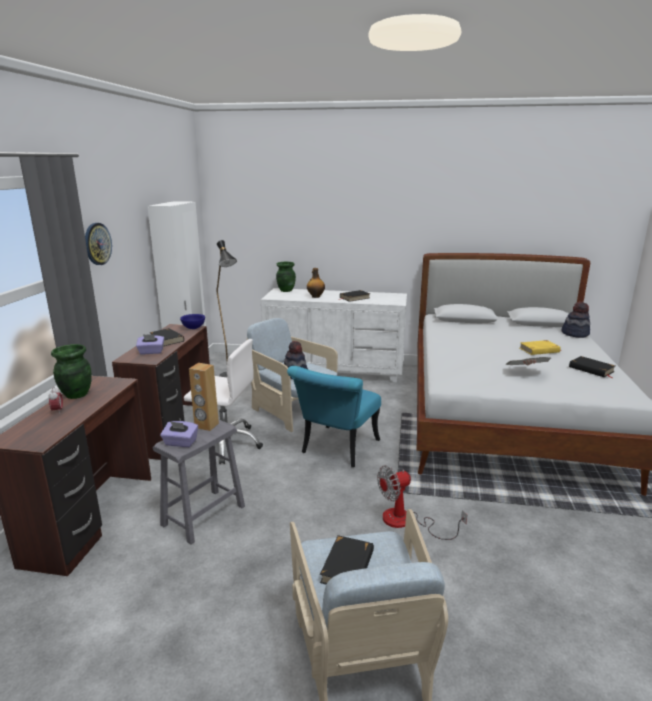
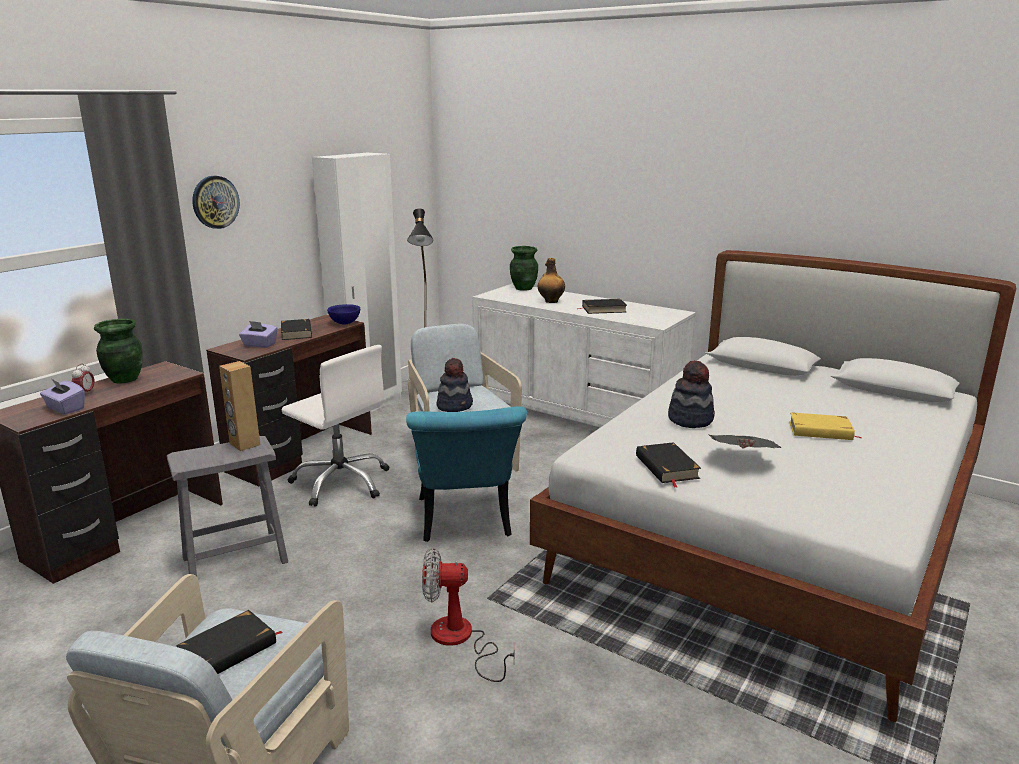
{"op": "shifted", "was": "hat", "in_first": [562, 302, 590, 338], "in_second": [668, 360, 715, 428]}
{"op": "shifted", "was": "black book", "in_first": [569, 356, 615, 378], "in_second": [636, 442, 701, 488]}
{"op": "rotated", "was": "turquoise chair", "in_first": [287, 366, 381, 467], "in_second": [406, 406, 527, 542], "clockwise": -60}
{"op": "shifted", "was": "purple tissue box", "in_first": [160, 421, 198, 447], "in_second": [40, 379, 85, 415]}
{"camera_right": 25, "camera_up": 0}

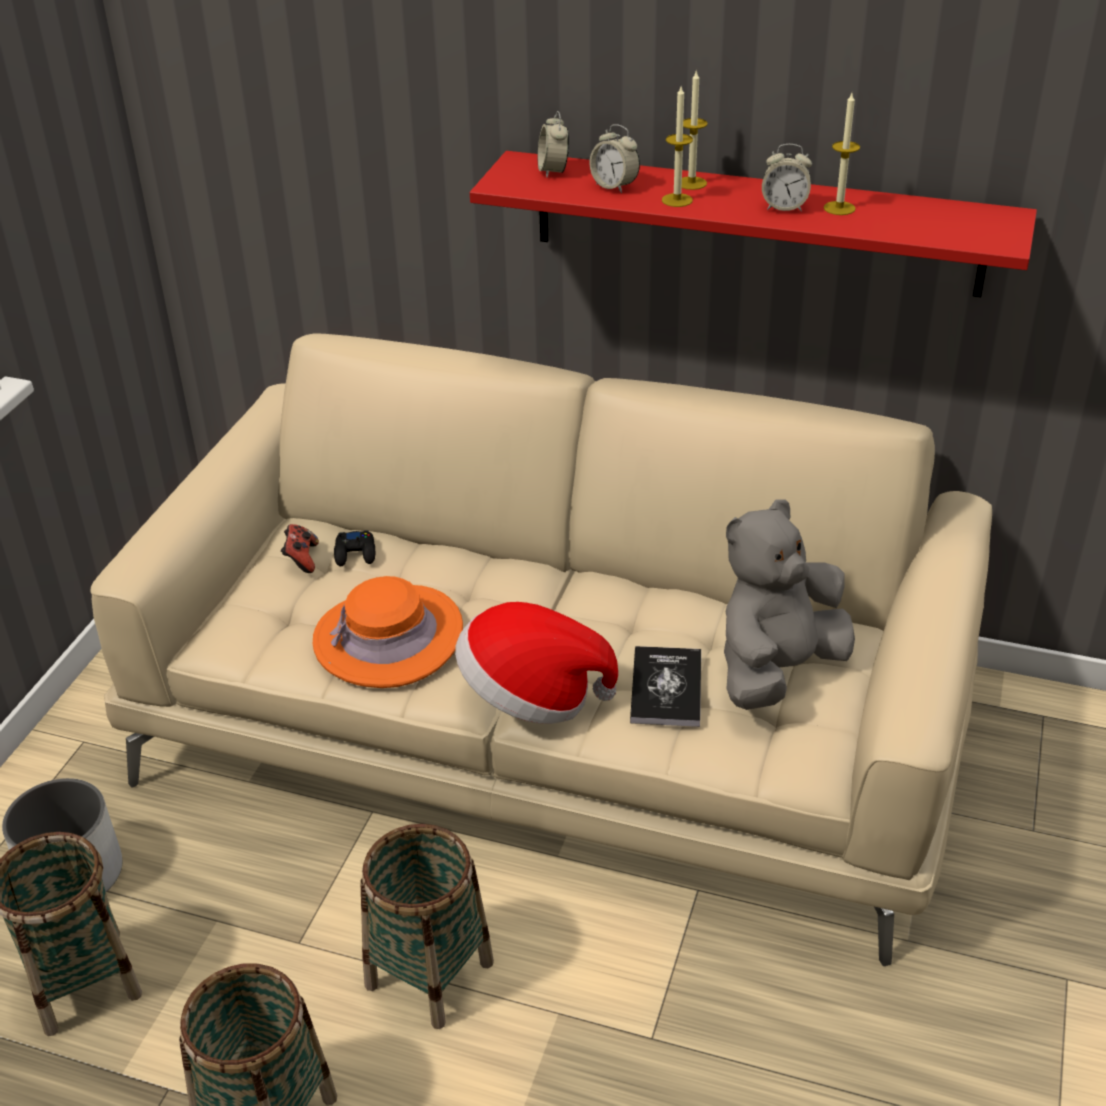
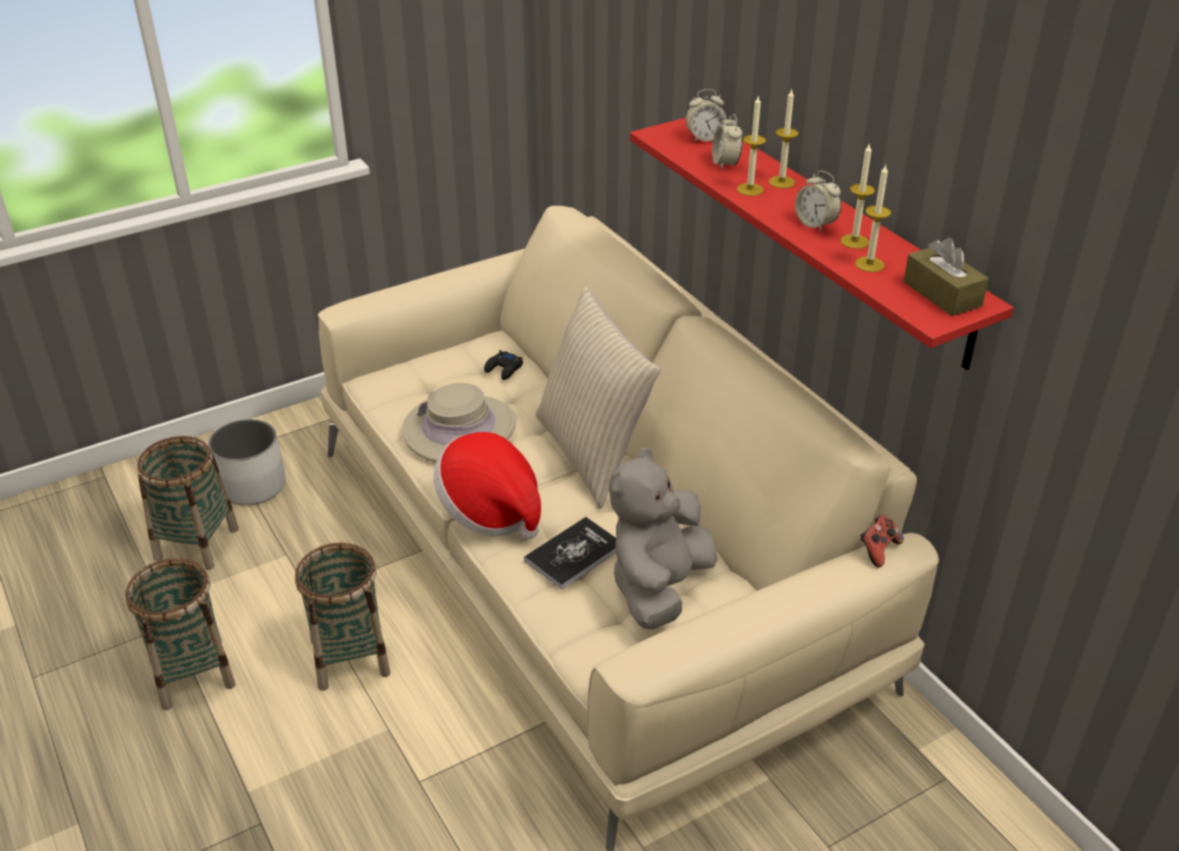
{"op": "rotated", "was": "alarm clock", "in_first": [538, 111, 569, 178], "in_second": [686, 89, 727, 143], "clockwise": -135}
{"op": "rotated", "was": "grey plush toy", "in_first": [724, 499, 855, 710], "in_second": [609, 447, 717, 630], "clockwise": -60}
{"op": "shifted", "was": "game controller", "in_first": [281, 524, 319, 573], "in_second": [860, 515, 904, 568]}
{"op": "repainted", "was": "orange hat", "now": "beige hat", "in_first": [313, 576, 463, 688], "in_second": [402, 383, 516, 462]}
{"op": "new", "now": "candle", "in_second": [855, 164, 891, 272]}
{"op": "new", "now": "brown tissue box", "in_second": [903, 238, 989, 316]}
{"op": "new", "now": "beige pillow", "in_second": [536, 286, 660, 508]}
{"camera_right": 40, "camera_up": 0}

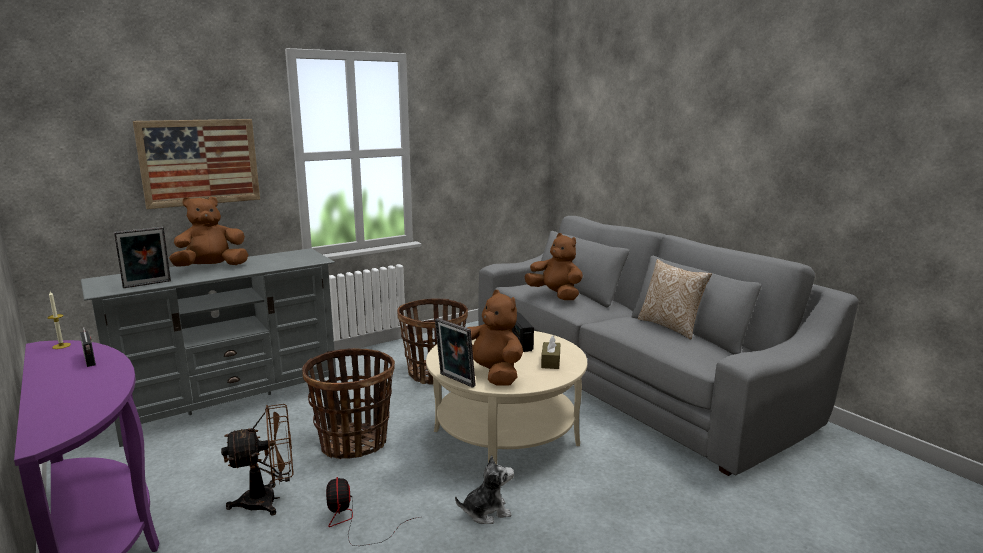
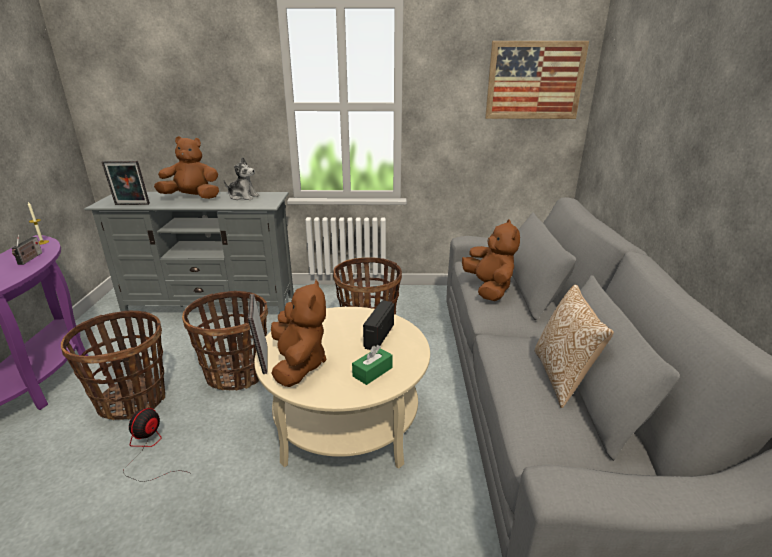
{"op": "shifted", "was": "picture", "in_first": [133, 119, 260, 209], "in_second": [485, 41, 589, 119]}
{"op": "repainted", "was": "brown tissue box", "now": "green tissue box", "in_first": [541, 336, 560, 369], "in_second": [352, 345, 392, 385]}
{"op": "swapped", "was": "brown fan", "now": "basket", "in_first": [221, 404, 293, 515], "in_second": [61, 311, 165, 420]}
{"op": "shifted", "was": "plush toy", "in_first": [455, 455, 514, 524], "in_second": [224, 157, 260, 200]}
{"camera_right": 35, "camera_up": 10}

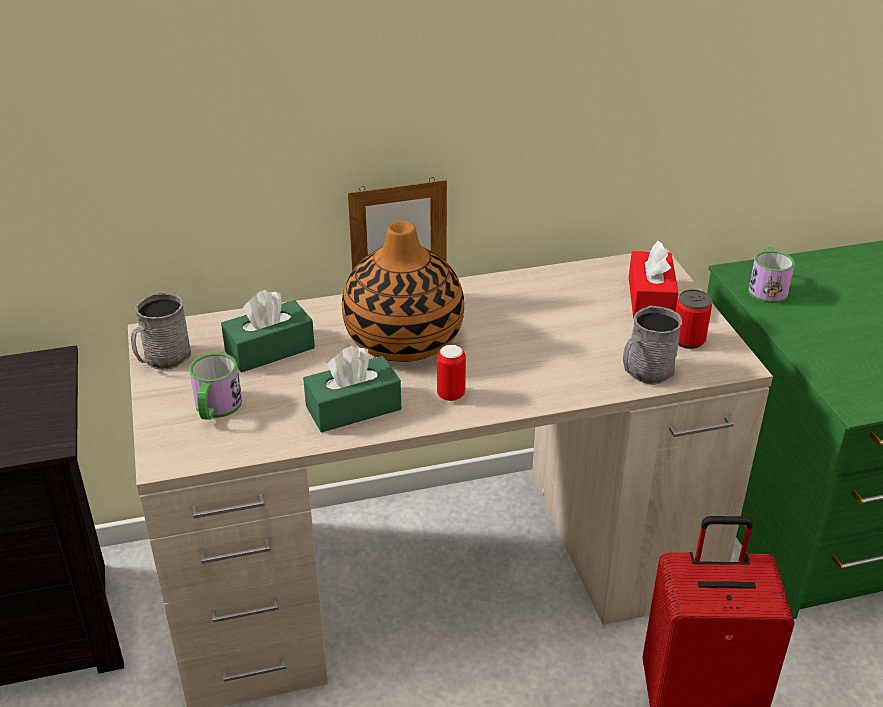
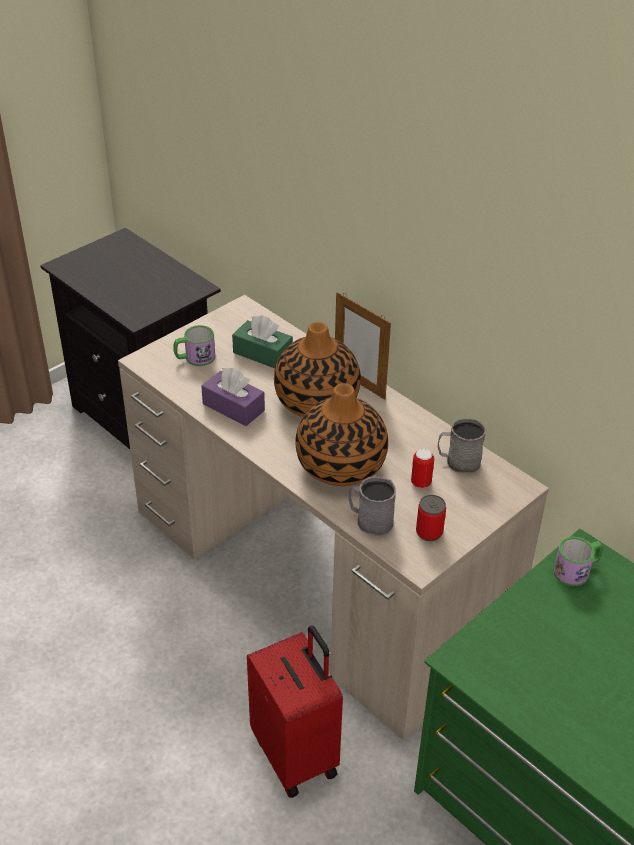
{"op": "gone", "was": "red tissue box", "in_first": [629, 241, 679, 318]}
{"op": "shifted", "was": "grey mug", "in_first": [131, 293, 191, 370], "in_second": [438, 418, 486, 473]}
{"op": "shifted", "was": "can", "in_first": [437, 345, 466, 401], "in_second": [411, 449, 434, 488]}
{"op": "repainted", "was": "green tissue box", "now": "purple tissue box", "in_first": [303, 346, 401, 432], "in_second": [201, 368, 265, 426]}
{"op": "new", "now": "vase", "in_second": [295, 383, 388, 486]}
{"camera_right": 60, "camera_up": 5}

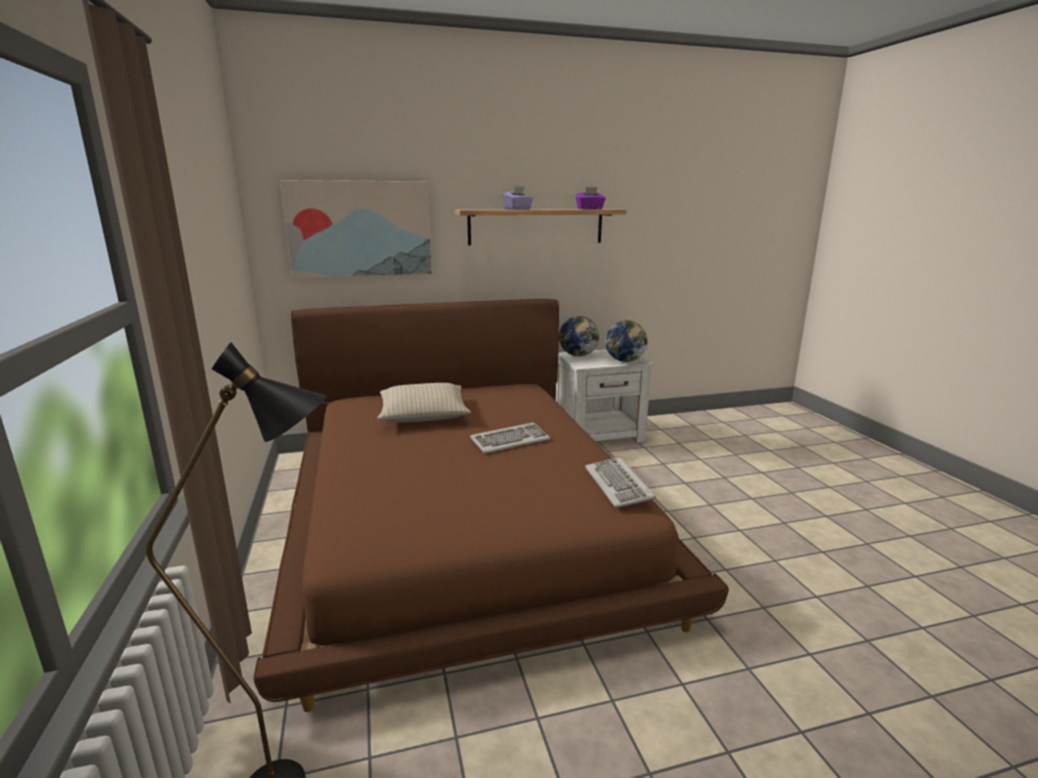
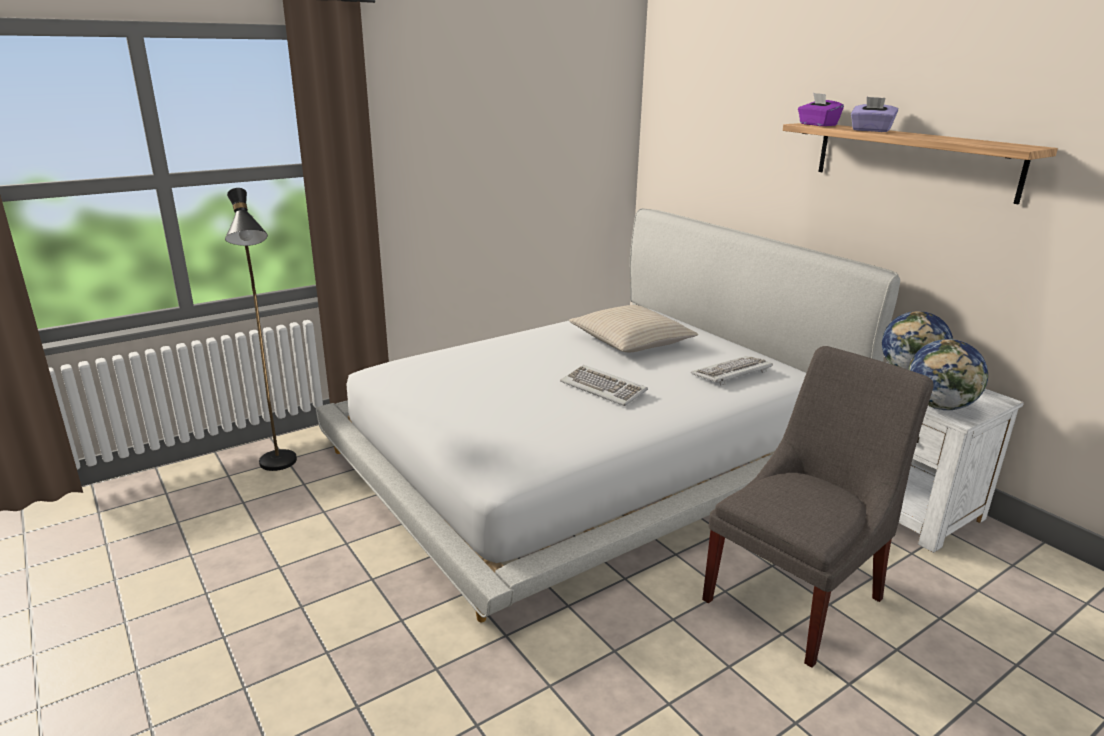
{"op": "gone", "was": "picture", "in_first": [280, 180, 432, 278]}
{"op": "shifted", "was": "purple tissue box", "in_first": [576, 187, 606, 209], "in_second": [798, 93, 844, 126]}
{"op": "repainted", "was": "brown bed", "now": "white bed", "in_first": [253, 299, 729, 712], "in_second": [316, 208, 900, 622]}
{"op": "shifted", "was": "keyboard", "in_first": [585, 458, 656, 508], "in_second": [691, 356, 773, 385]}
{"op": "new", "now": "grey chair", "in_second": [702, 346, 934, 668]}
{"camera_right": 70, "camera_up": 5}

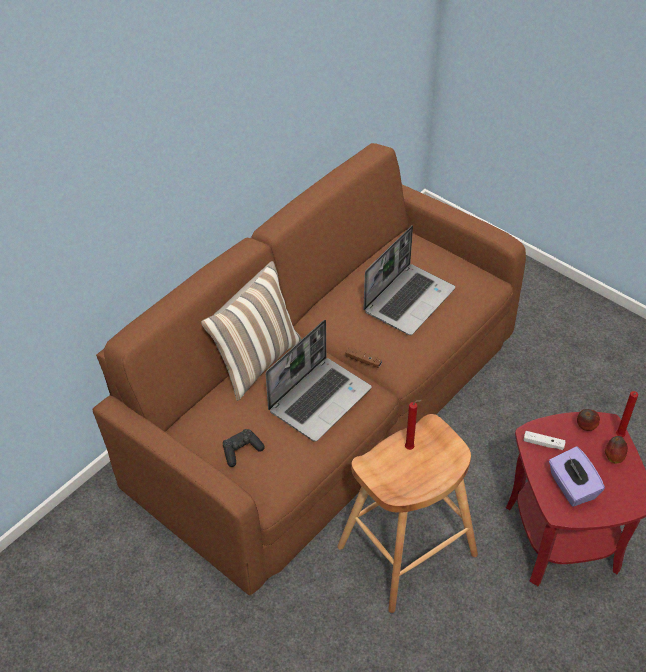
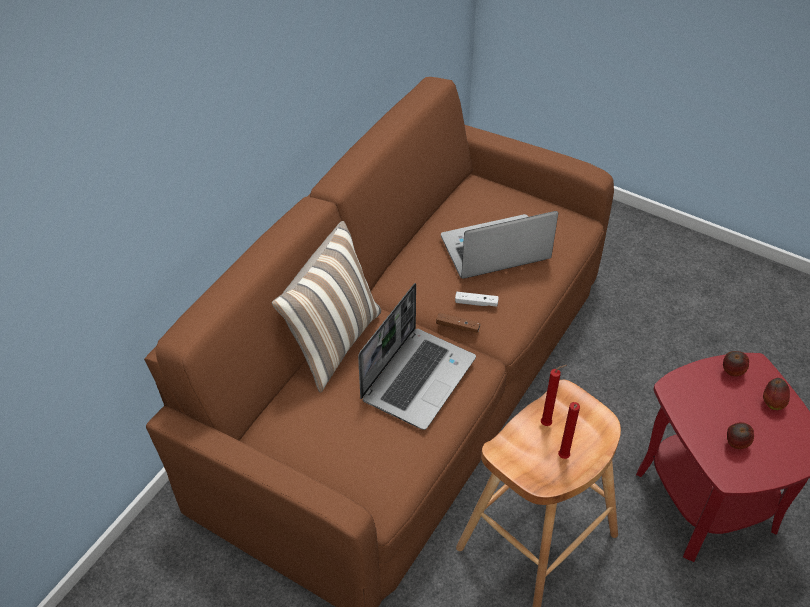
{"op": "rotated", "was": "laptop", "in_first": [363, 225, 455, 335], "in_second": [441, 211, 558, 279], "clockwise": -135}
{"op": "shifted", "was": "red candle", "in_first": [616, 391, 638, 437], "in_second": [558, 402, 580, 459]}
{"op": "gone", "was": "black game controller", "in_first": [223, 429, 265, 467]}
{"op": "shifted", "was": "white game controller", "in_first": [524, 431, 566, 450], "in_second": [455, 292, 499, 307]}
{"op": "swapped", "was": "purple tissue box", "now": "apple", "in_first": [549, 446, 605, 507], "in_second": [727, 422, 754, 449]}
{"camera_right": -10, "camera_up": 0}

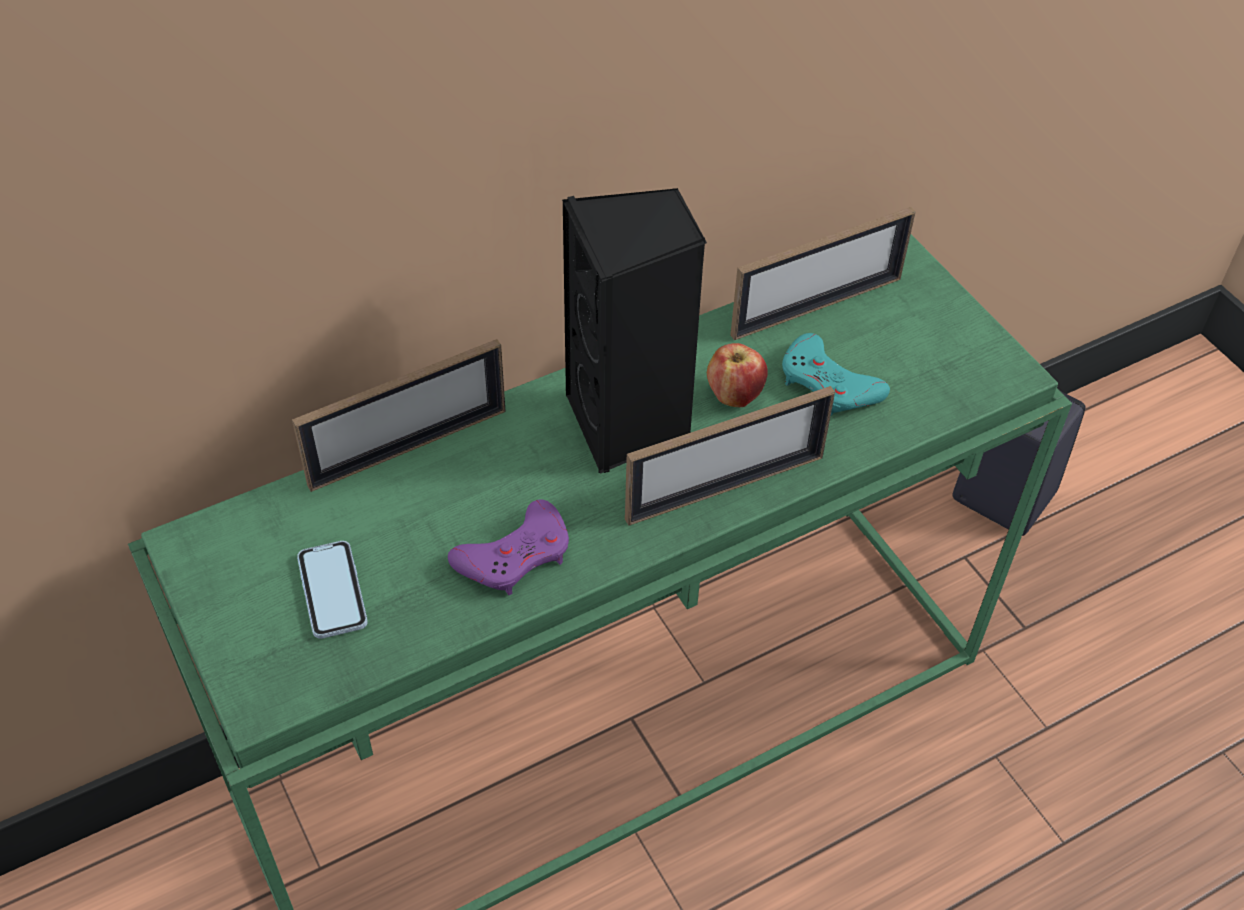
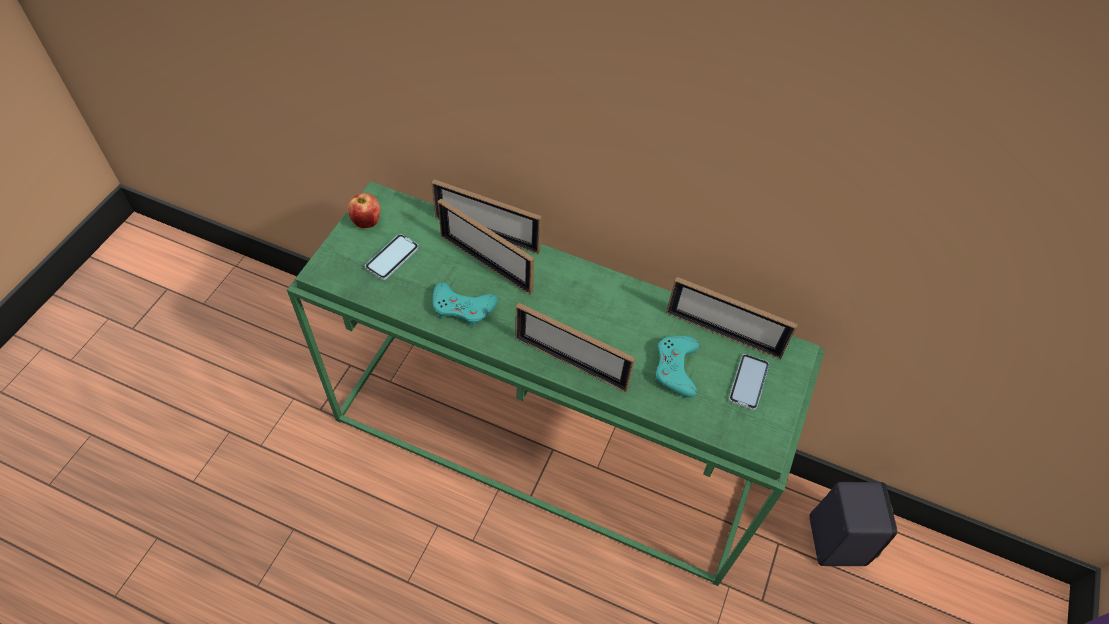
{"op": "gone", "was": "black speaker", "in_first": [562, 188, 707, 474]}
{"op": "shifted", "was": "apple", "in_first": [707, 343, 768, 407], "in_second": [348, 193, 380, 228]}
{"op": "repainted", "was": "purple game controller", "now": "turquoise game controller", "in_first": [448, 499, 569, 595], "in_second": [432, 282, 498, 327]}
{"op": "new", "now": "picture frame", "in_second": [437, 198, 534, 295]}
{"op": "new", "now": "phone", "in_second": [729, 354, 769, 410]}
{"camera_right": 50, "camera_up": 5}

